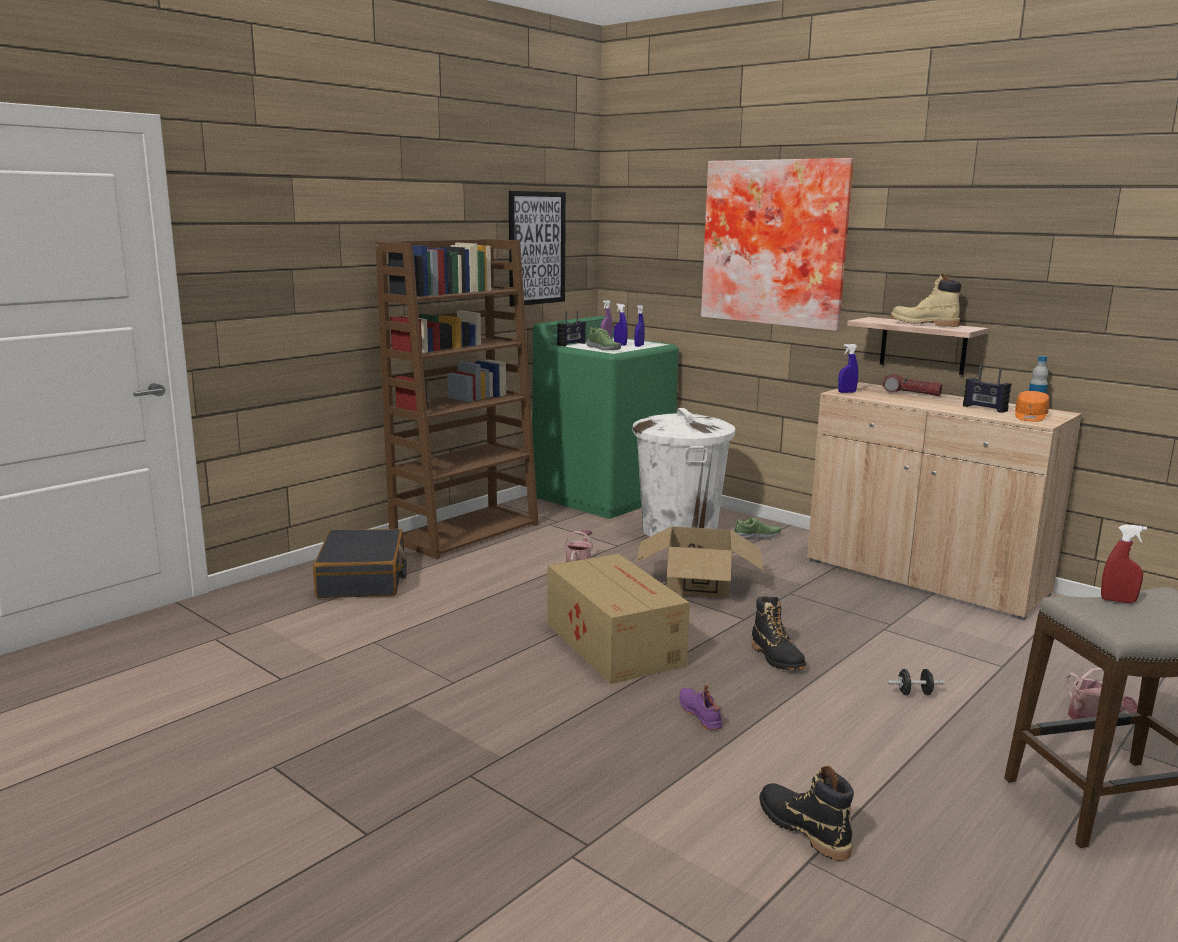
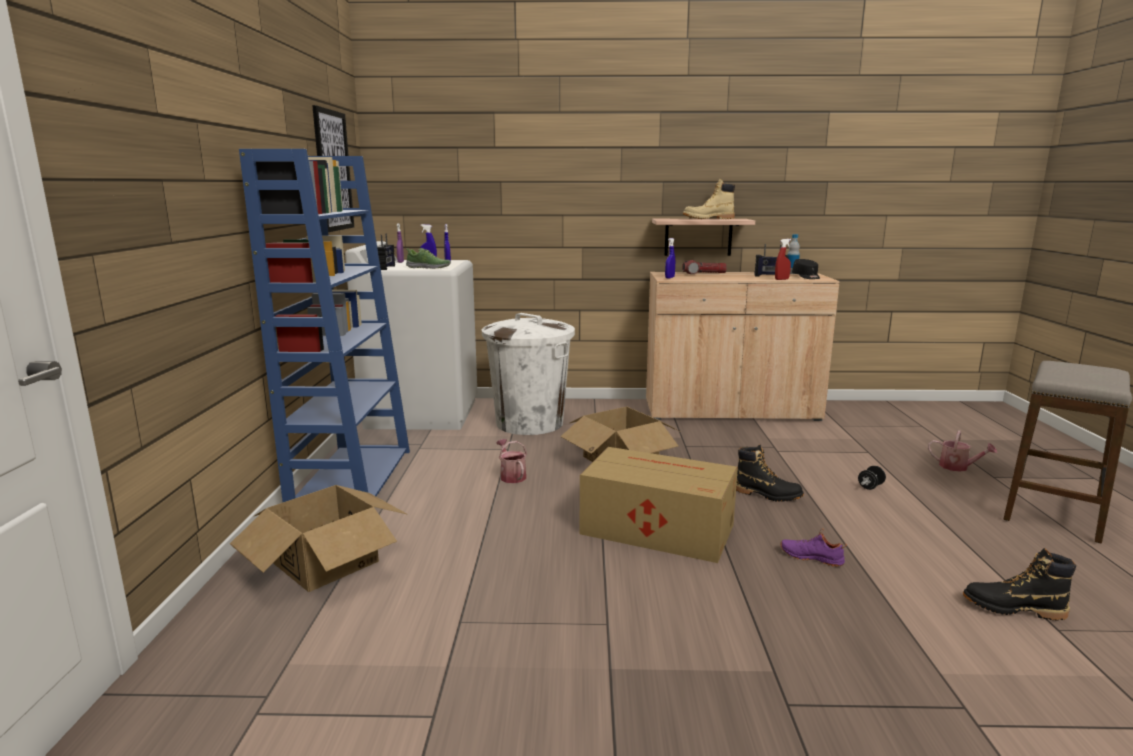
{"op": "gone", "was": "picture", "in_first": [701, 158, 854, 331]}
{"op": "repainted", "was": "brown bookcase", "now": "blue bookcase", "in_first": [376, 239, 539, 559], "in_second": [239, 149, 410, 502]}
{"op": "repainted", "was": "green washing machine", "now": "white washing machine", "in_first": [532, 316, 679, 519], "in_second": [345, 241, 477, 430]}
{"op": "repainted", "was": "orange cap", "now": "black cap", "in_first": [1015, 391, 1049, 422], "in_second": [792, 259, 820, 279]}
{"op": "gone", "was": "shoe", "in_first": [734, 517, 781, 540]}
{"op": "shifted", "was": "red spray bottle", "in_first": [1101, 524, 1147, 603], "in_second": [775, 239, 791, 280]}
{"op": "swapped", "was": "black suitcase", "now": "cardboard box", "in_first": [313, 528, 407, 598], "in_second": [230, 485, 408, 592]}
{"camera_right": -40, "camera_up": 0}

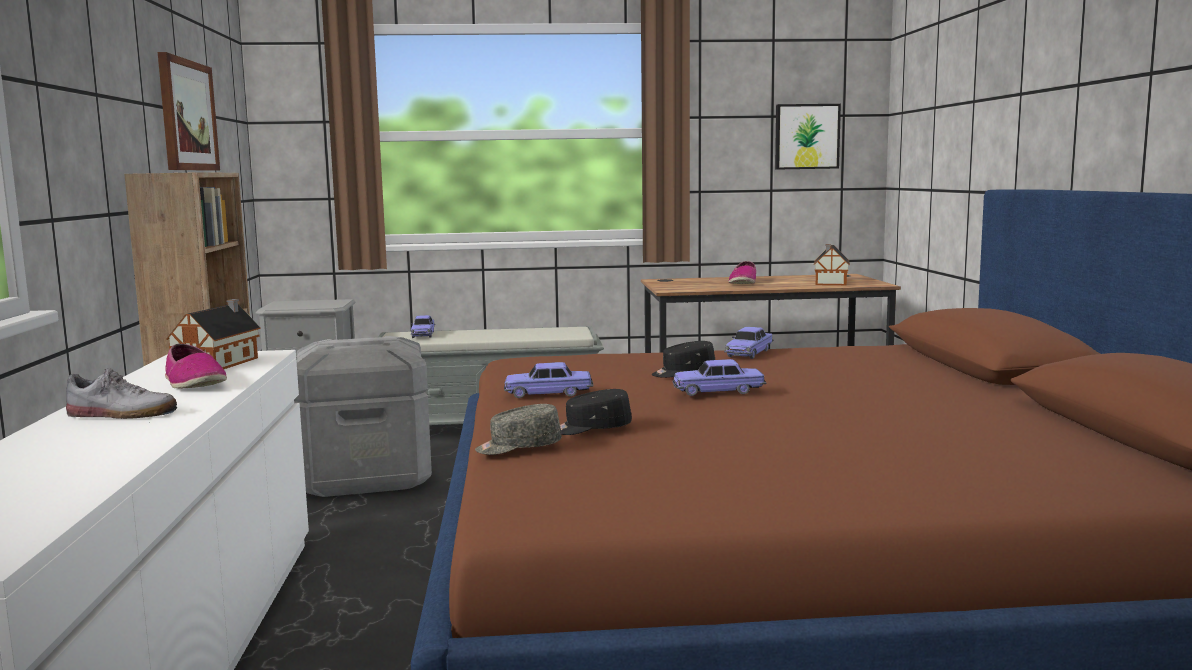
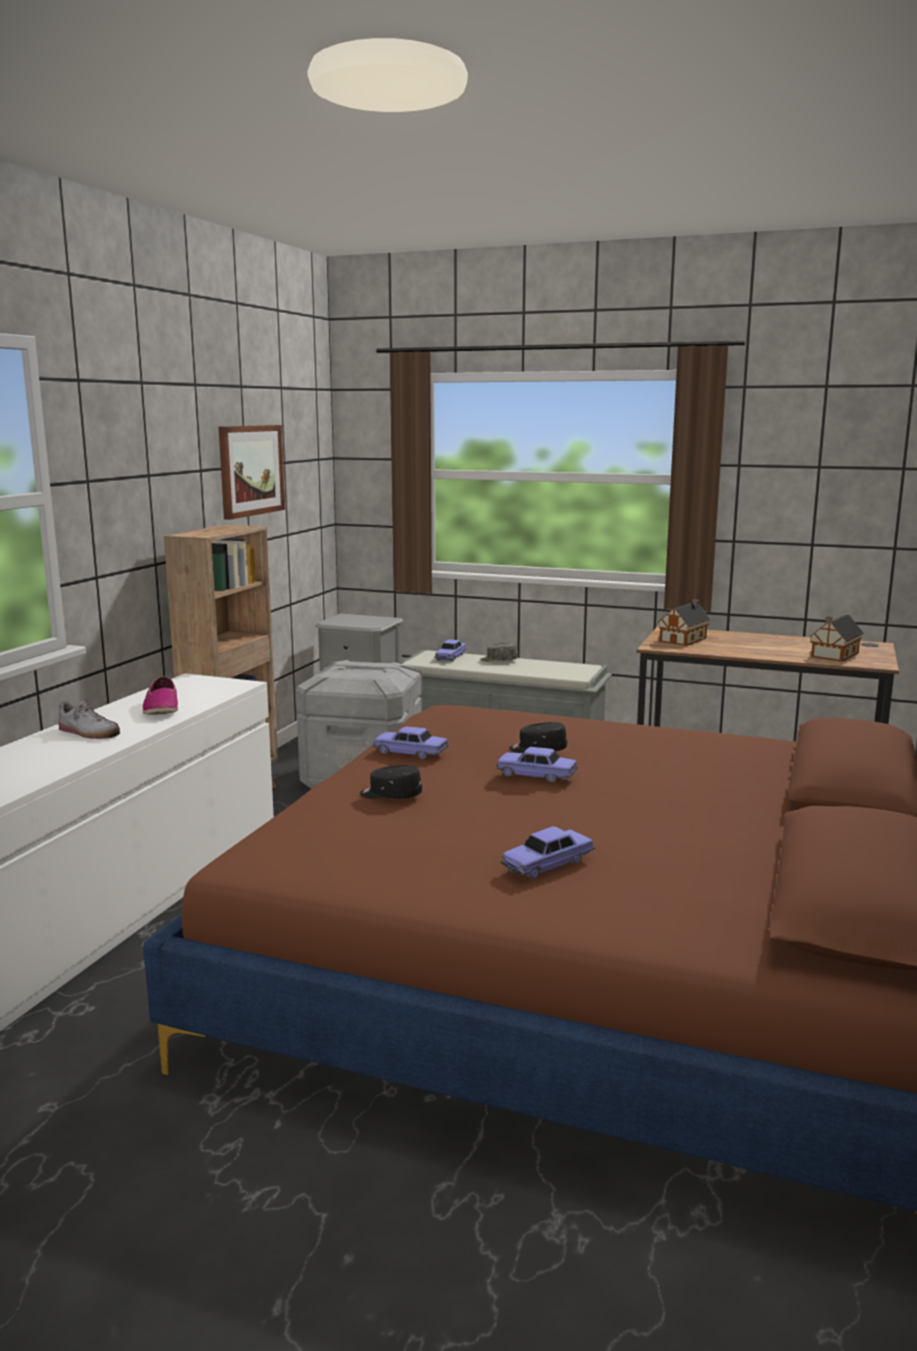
{"op": "gone", "was": "picture", "in_first": [775, 104, 841, 170]}
{"op": "gone", "was": "shoe", "in_first": [729, 261, 756, 284]}
{"op": "shifted", "was": "toy house", "in_first": [166, 299, 261, 369], "in_second": [658, 599, 711, 646]}
{"op": "shifted", "was": "toy car", "in_first": [724, 327, 774, 359], "in_second": [500, 827, 595, 879]}
{"op": "shifted", "was": "grey cap", "in_first": [475, 404, 562, 455], "in_second": [480, 642, 518, 662]}
{"camera_right": 25, "camera_up": 5}

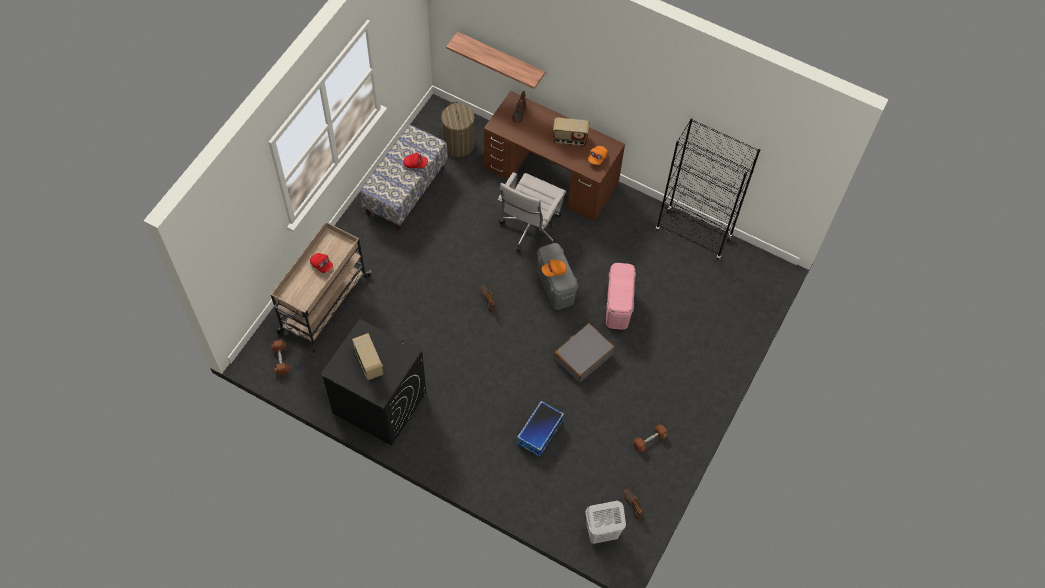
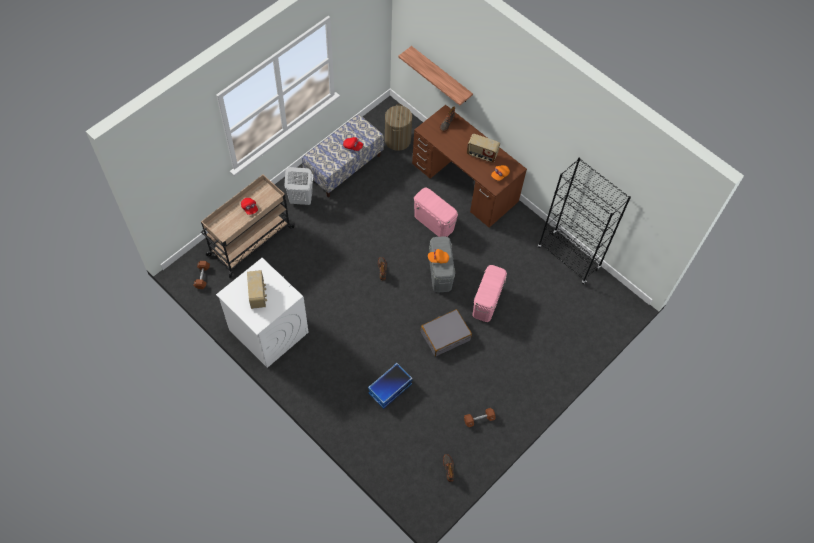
{"op": "swapped", "was": "white office chair", "now": "pink storage box", "in_first": [497, 172, 566, 252], "in_second": [414, 188, 458, 237]}
{"op": "repainted", "was": "black washing machine", "now": "white washing machine", "in_first": [320, 319, 426, 446], "in_second": [216, 258, 308, 368]}
{"op": "shifted", "was": "white laundry basket", "in_first": [585, 501, 626, 544], "in_second": [285, 167, 313, 205]}
{"camera_right": 15, "camera_up": 0}

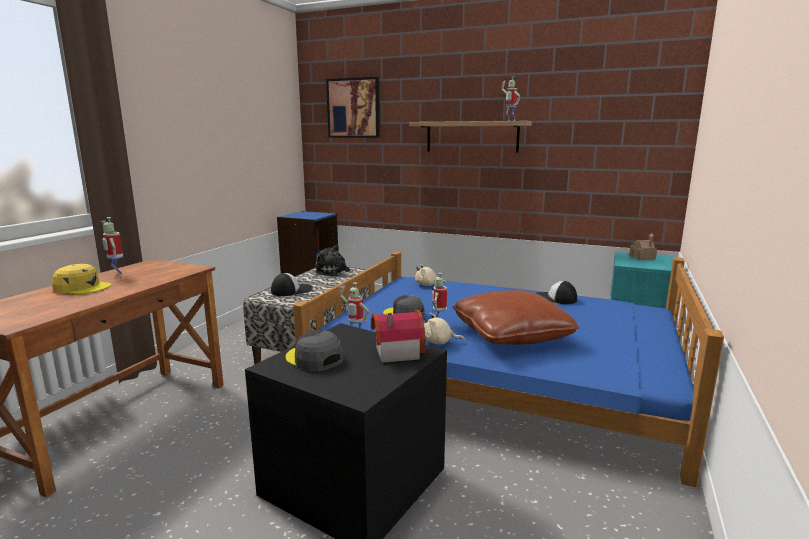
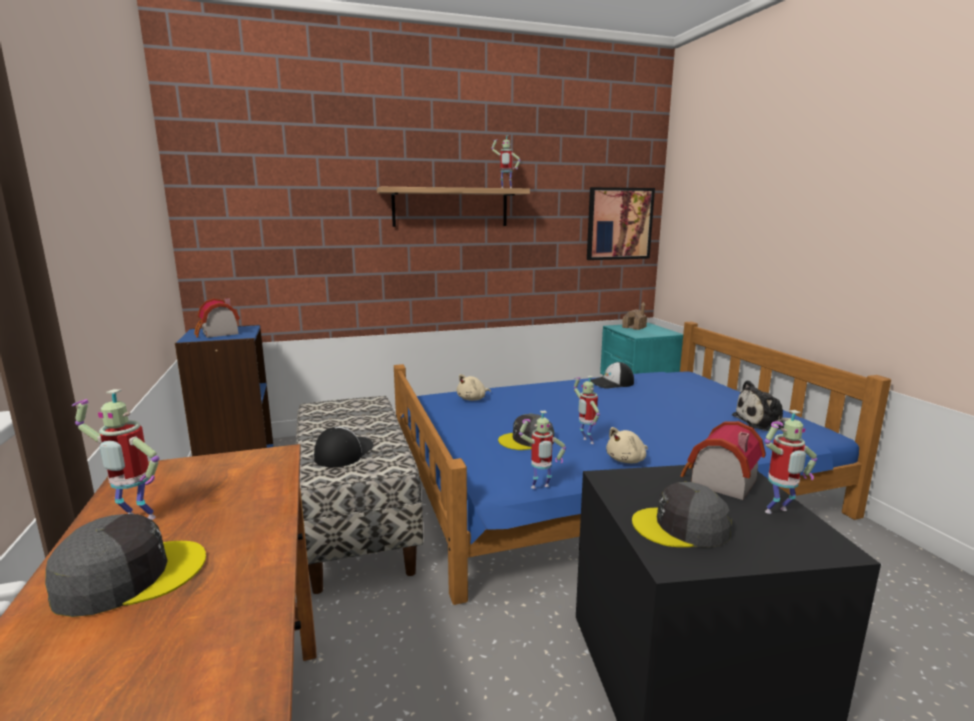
{"op": "shifted", "was": "picture", "in_first": [326, 77, 380, 138], "in_second": [587, 187, 655, 260]}
{"op": "shifted", "was": "plush toy", "in_first": [315, 245, 355, 277], "in_second": [732, 380, 791, 431]}
{"op": "repainted", "was": "yellow cap", "now": "grey cap", "in_first": [52, 264, 111, 294], "in_second": [45, 514, 206, 617]}
{"op": "gone", "was": "brown pillow", "in_first": [453, 290, 579, 345]}
{"op": "new", "now": "toy house", "in_second": [194, 298, 240, 338]}
{"op": "new", "now": "toy robot", "in_second": [764, 410, 817, 514]}
{"camera_right": -40, "camera_up": 0}

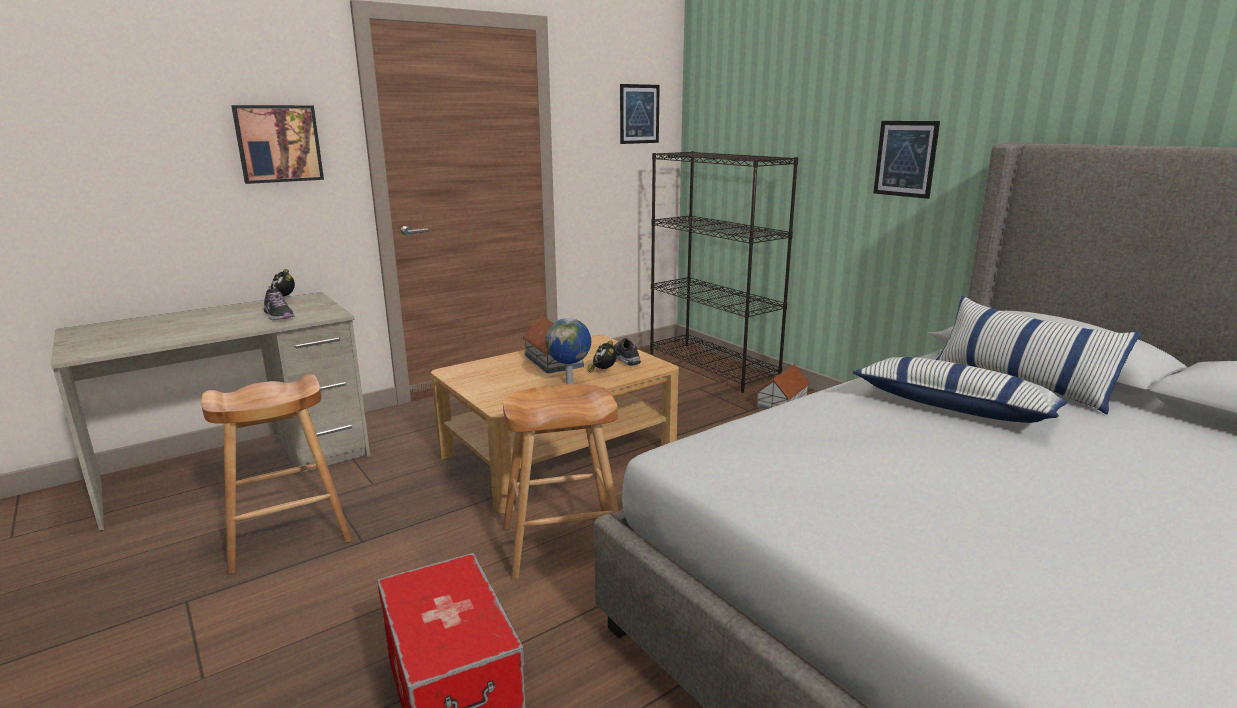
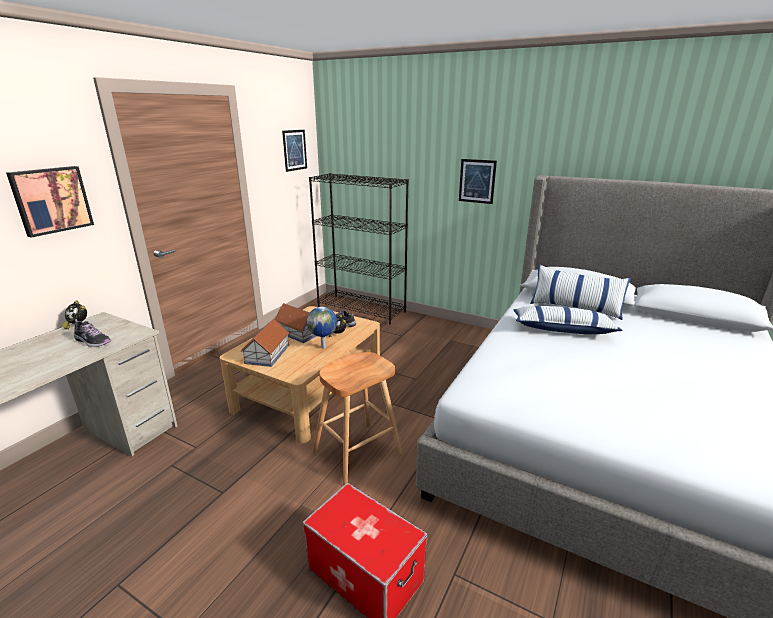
{"op": "shifted", "was": "toy house", "in_first": [756, 364, 810, 410], "in_second": [241, 318, 290, 367]}
{"op": "gone", "was": "brown stool", "in_first": [202, 374, 352, 574]}
{"camera_right": -25, "camera_up": 5}

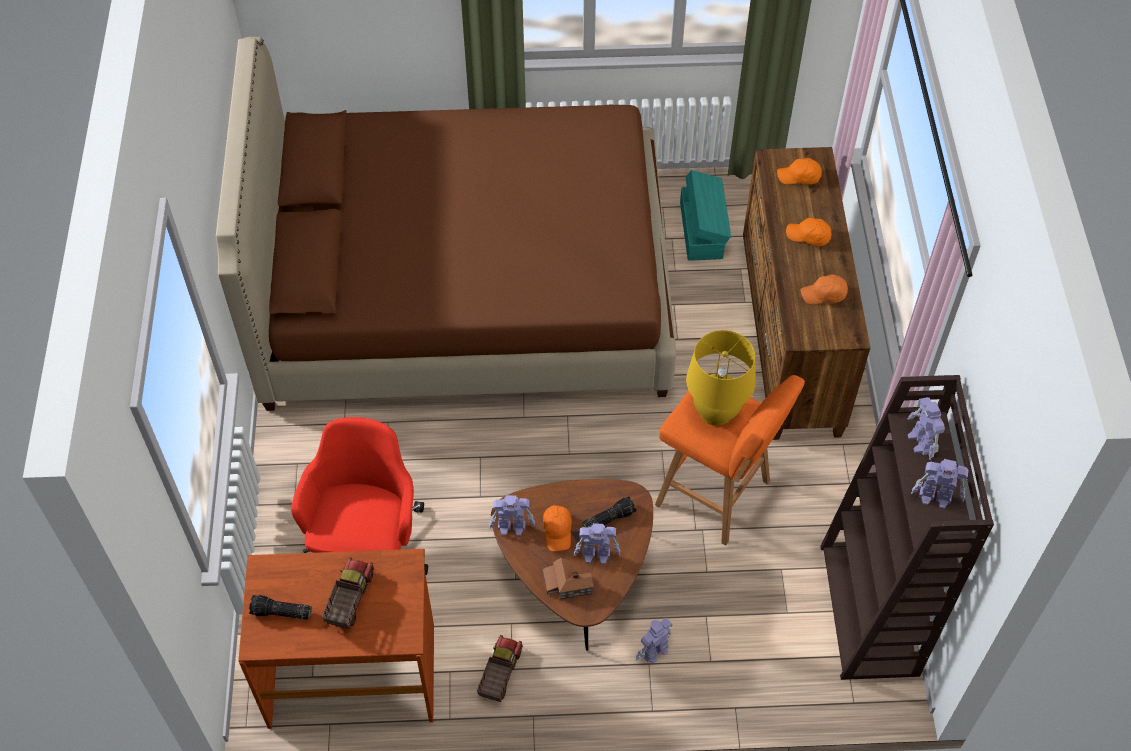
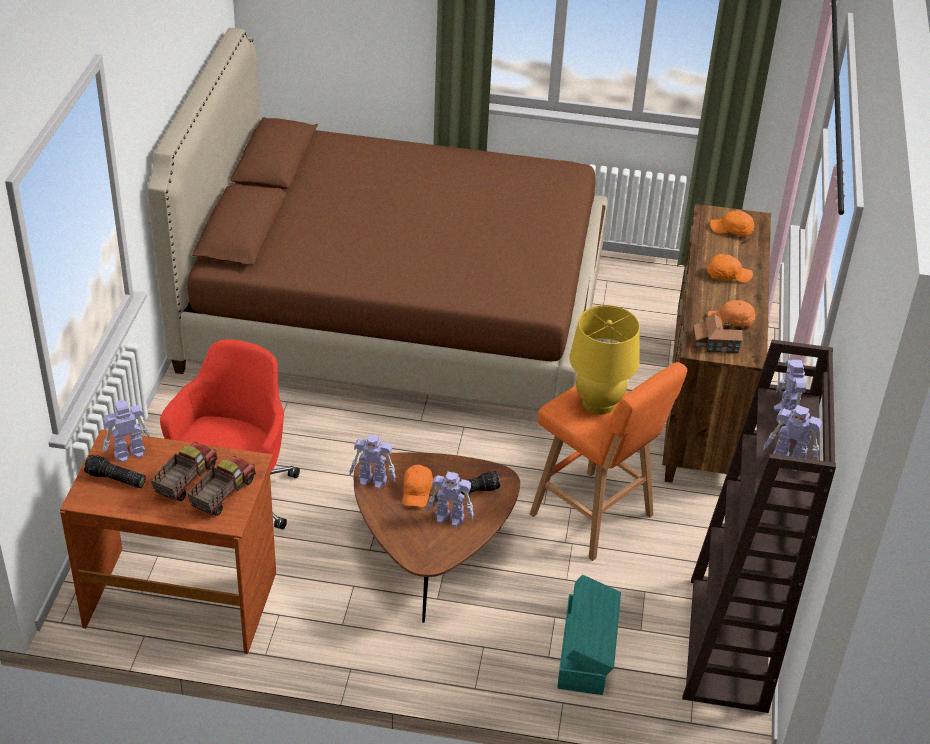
{"op": "shifted", "was": "turquoise storage box", "in_first": [680, 170, 731, 261], "in_second": [557, 575, 621, 695]}
{"op": "rotated", "was": "orange cap", "in_first": [786, 218, 832, 246], "in_second": [707, 254, 753, 283], "clockwise": 150}
{"op": "shifted", "was": "toy house", "in_first": [543, 557, 594, 600], "in_second": [693, 313, 743, 354]}
{"op": "shifted", "was": "toy robot", "in_first": [636, 618, 672, 663], "in_second": [102, 400, 150, 462]}
{"op": "shifted", "was": "toy truck", "in_first": [477, 635, 523, 702], "in_second": [187, 456, 256, 516]}
{"camera_right": 10, "camera_up": -15}

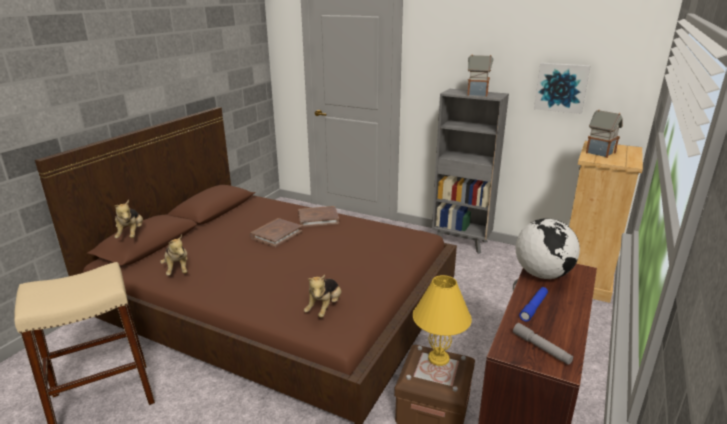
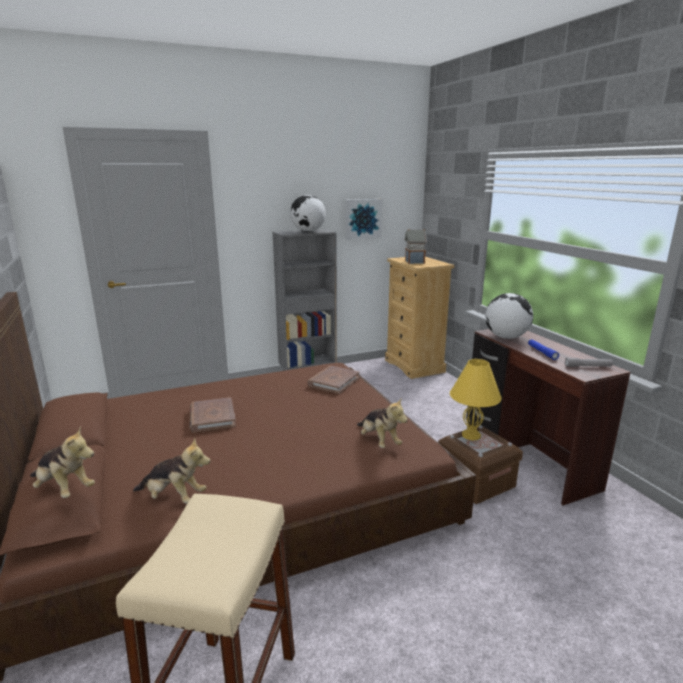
{"op": "swapped", "was": "toy house", "now": "globe", "in_first": [468, 54, 493, 96], "in_second": [290, 195, 326, 232]}
{"op": "shifted", "was": "brown book", "in_first": [298, 206, 339, 227], "in_second": [307, 366, 360, 394]}
{"camera_right": -50, "camera_up": -5}

